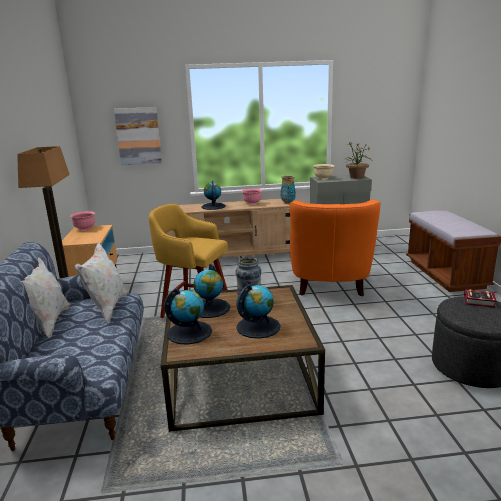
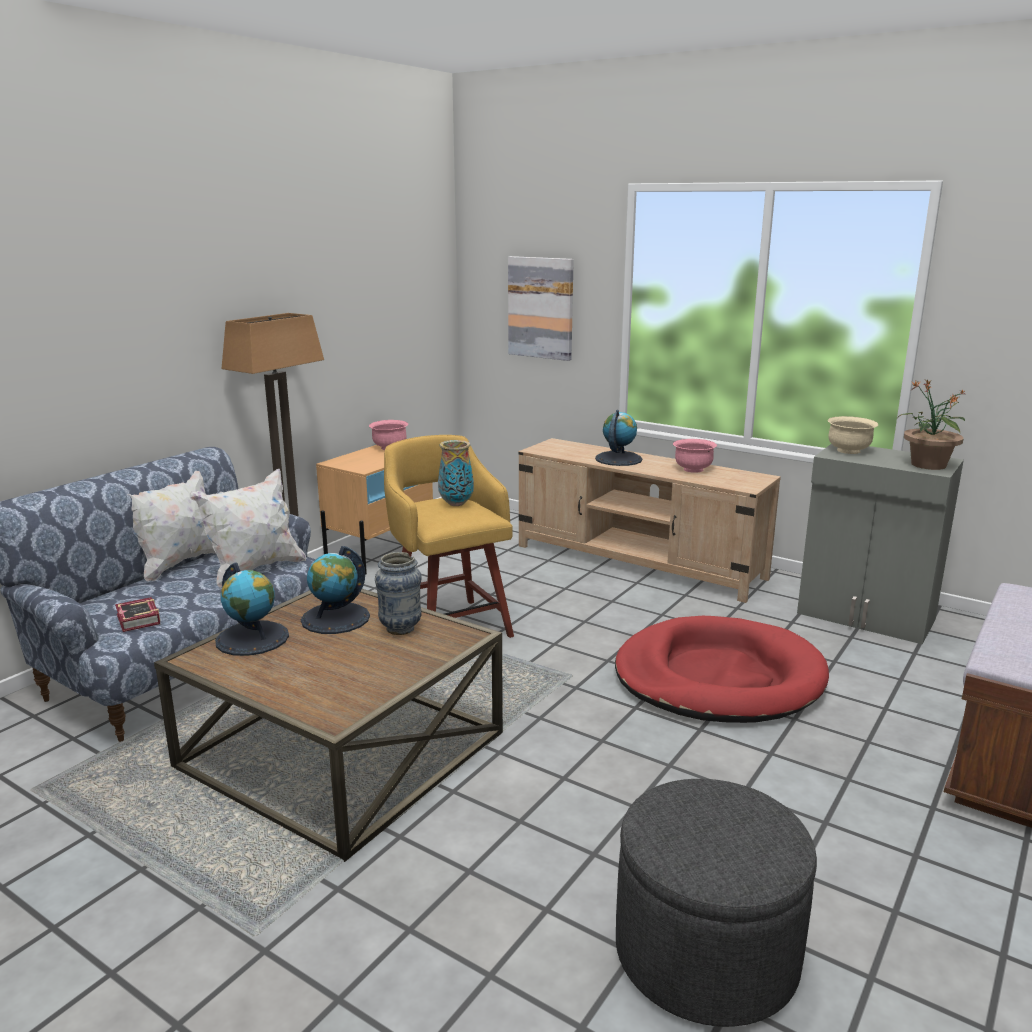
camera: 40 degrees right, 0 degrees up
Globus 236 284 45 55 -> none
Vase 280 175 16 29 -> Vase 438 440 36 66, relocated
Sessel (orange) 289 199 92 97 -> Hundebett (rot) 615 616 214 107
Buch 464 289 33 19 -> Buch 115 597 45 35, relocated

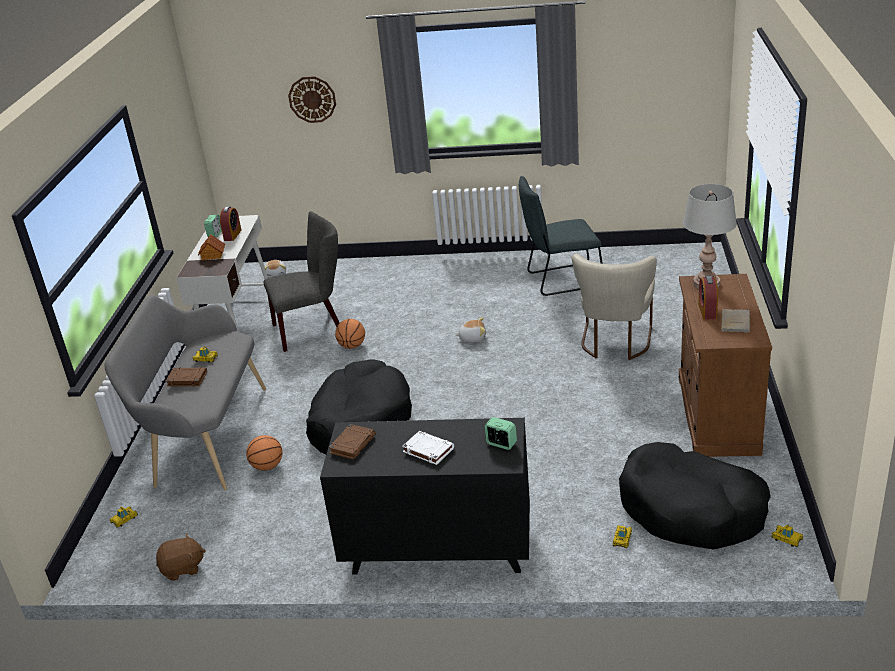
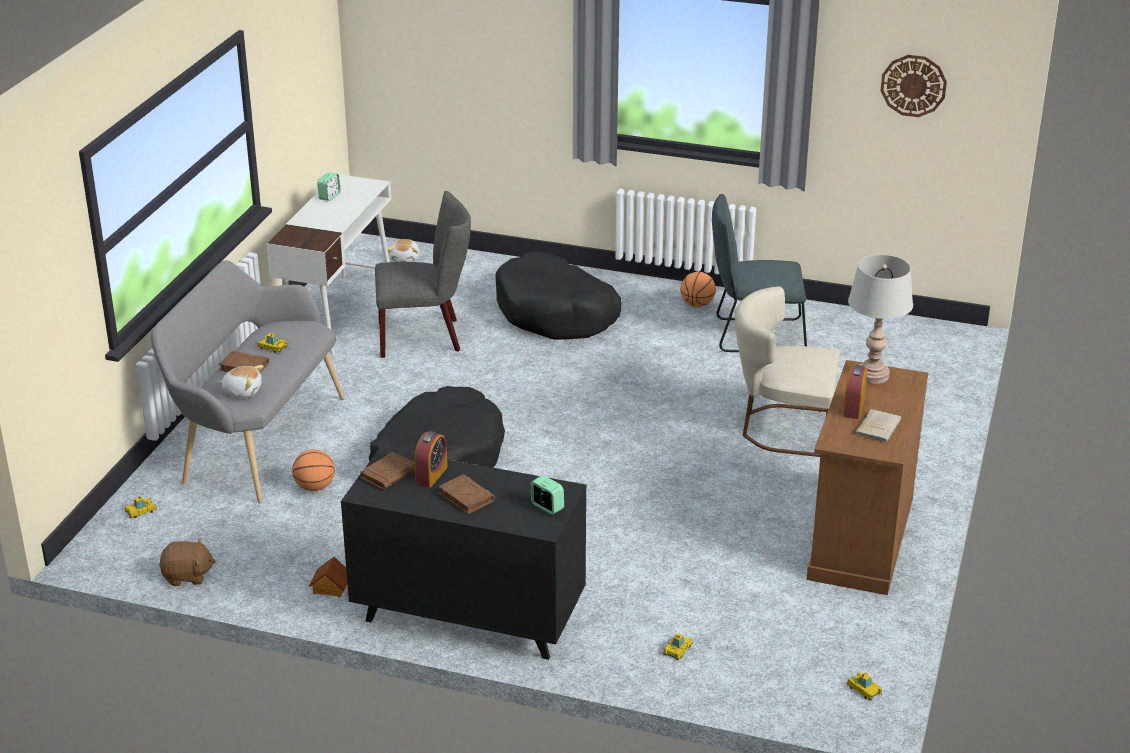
camera: 10 degrees right, 0 degrees up
Spielzeughaus 198 234 27 26 -> Spielzeughaus 309 556 38 41, relocated
Wecker 220 206 21 35 -> Wecker 414 431 34 57, relocated
Wanduhr 288 76 48 47 -> Wanduhr 880 55 67 62, relocated
Basketball 335 319 30 30 -> Basketball 680 272 36 35, relocated
Buch (weiß) 402 431 52 34 -> Buch (braun) 438 474 57 40
Plüschtier 455 317 31 26 -> Plüschtier 218 365 46 33, relocated
Stuhl (beige) 572 254 85 106 -> Stuhl (beige) 735 286 105 171, 75 degrees clockwise
Hundebett (schwarz) 619 442 152 108 -> Hundebett (schwarz) 495 252 127 88, relocated

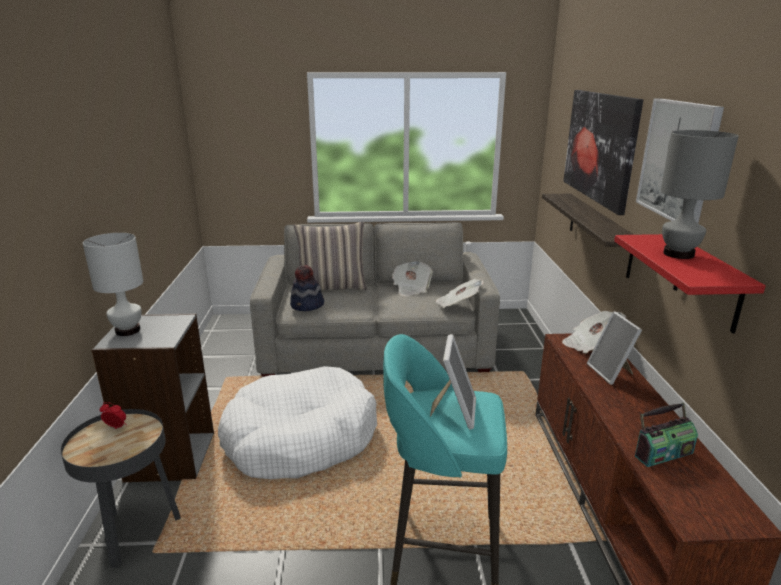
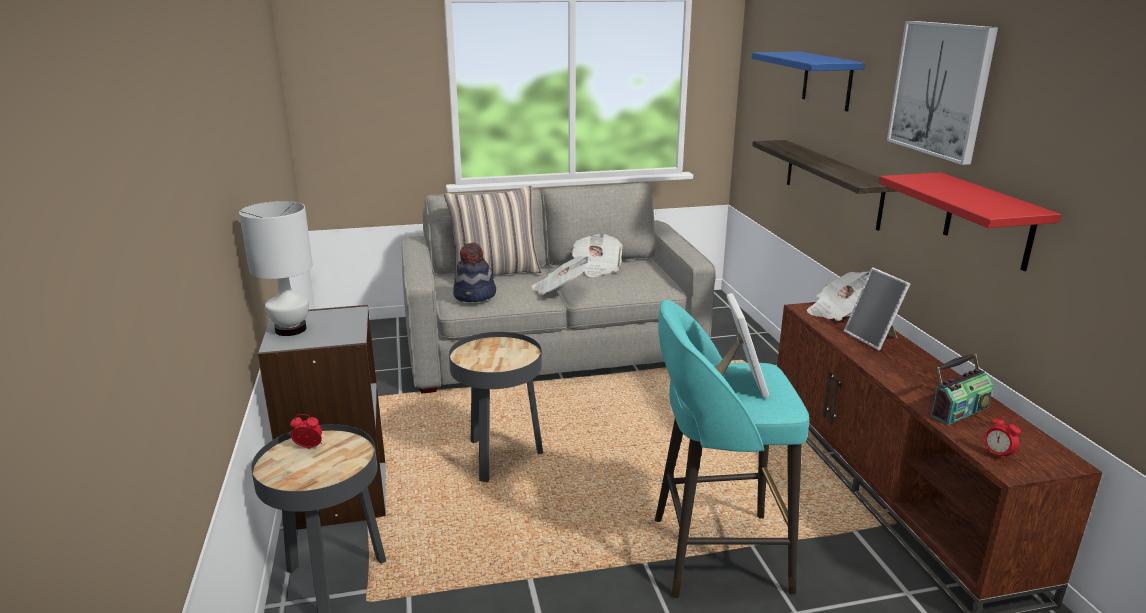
camera: 10 degrees left, 0 degrees up
Hundebett (weiß) 218 366 159 113 -> Beistelltisch (schwarz) 449 332 94 150
Zeitung 436 279 48 29 -> Zeitung 531 256 60 39, relocated
Bild 563 90 80 125 -> Wandregal (blau) 752 52 113 60
Tischlampe (grau) 660 130 79 129 -> none
none -> Wecker 983 414 38 48

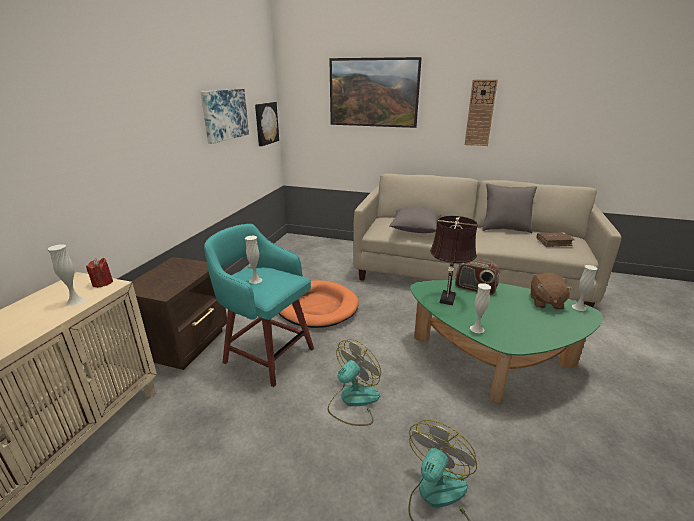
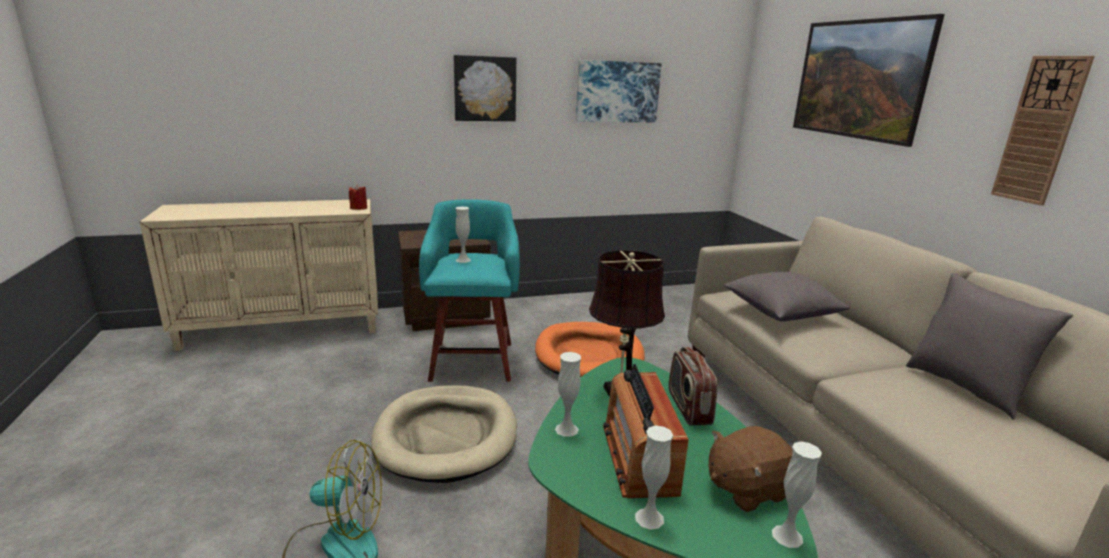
camera: 55 degrees right, 5 degrees down
Vase (weiß) 48 244 37 62 -> Vase (weiß) 635 426 38 104, relocated
Bild 255 102 24 44 -> Bild 454 55 62 66, relocated
Ventilator 328 339 53 87 -> Hundebett (beige) 371 385 146 98
Buch (braun) 536 232 39 15 -> none
none -> Radio 603 364 86 134

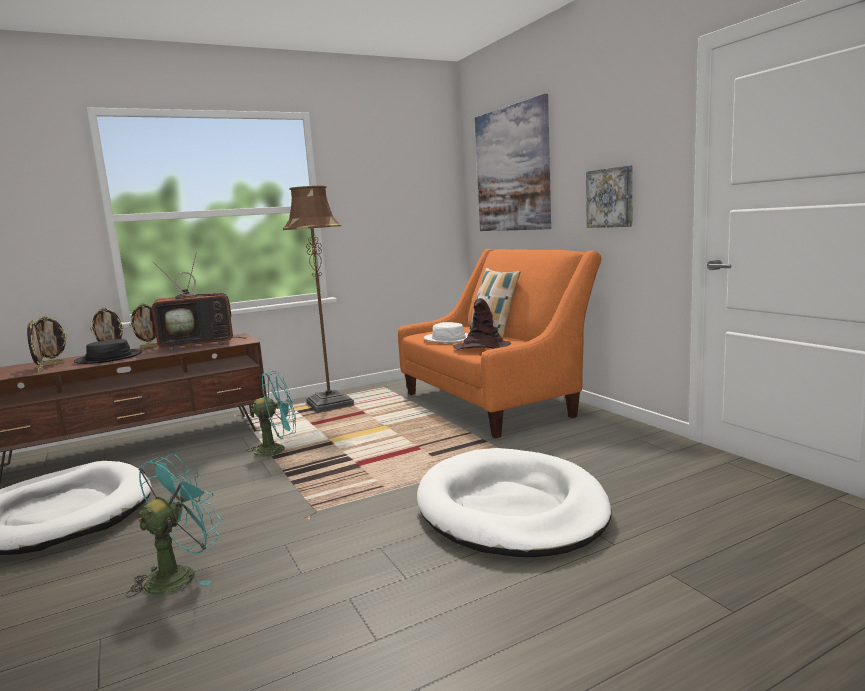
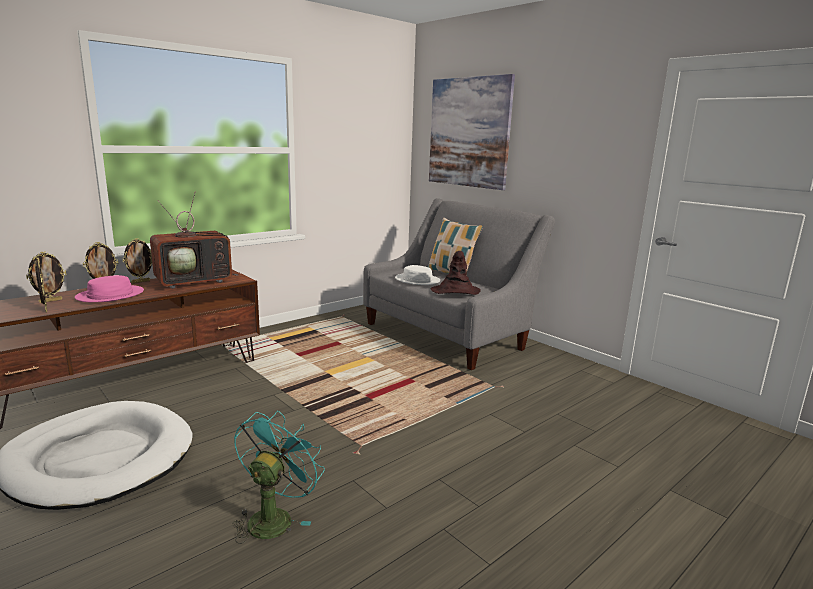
camera: 15 degrees left, 5 degrees up
Hut (schwarz) 74 339 69 25 -> Hut (rosa) 75 275 69 27
Ventilator (türkis) 246 371 50 86 -> none
Stehlampe (braun) 283 186 71 226 -> none
Sofa (orange) 398 249 204 189 -> Sofa (grau) 363 198 192 172
Hundebett (weiß) 417 448 195 109 -> none
Bild 586 165 47 63 -> none

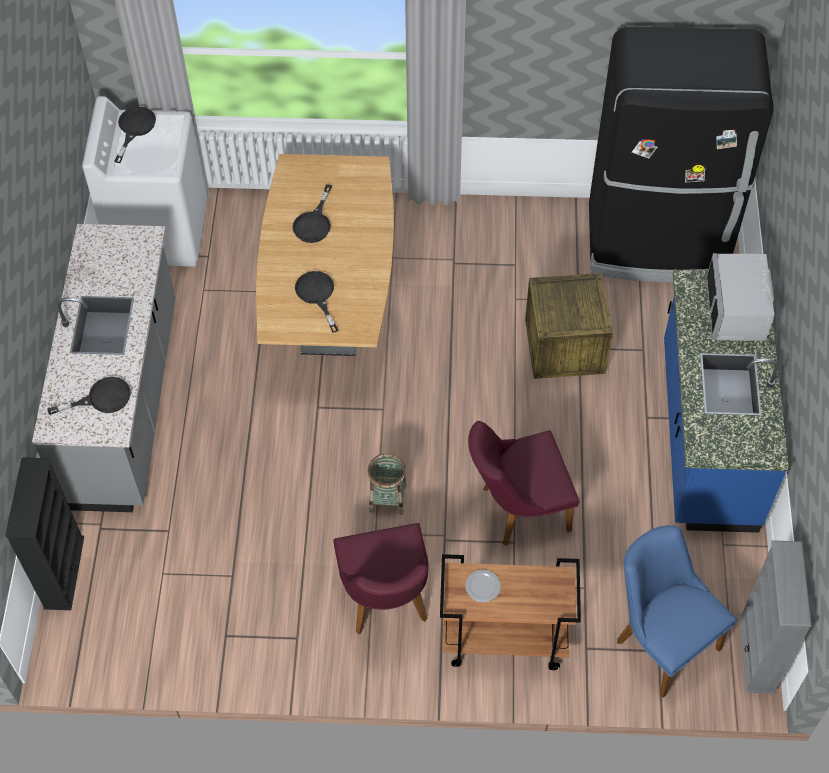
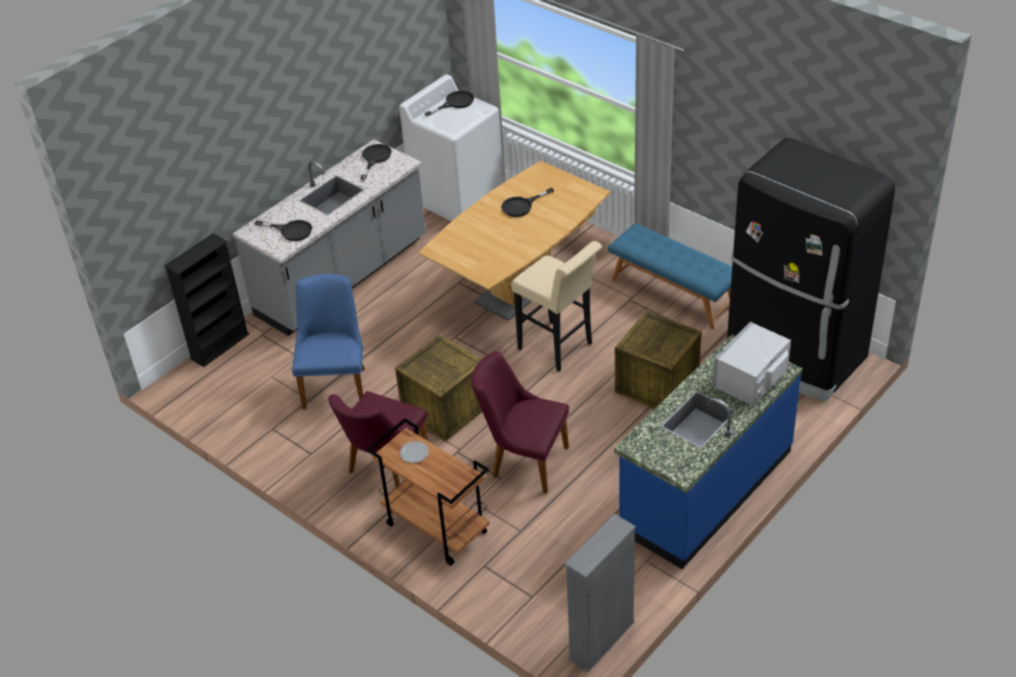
camera: 40 degrees right, 15 degrees down
Pfanne (schwarz) 295 271 43 62 -> Pfanne (schwarz) 360 144 32 36, relocated
Korb 367 453 39 62 -> Kiste 395 334 87 107
Stuhl (blau) 617 525 120 173 -> Stuhl (blau) 292 274 73 136, relocated
none -> Hocker (beige) 512 241 90 130
none -> Bank (blau) 608 224 124 105

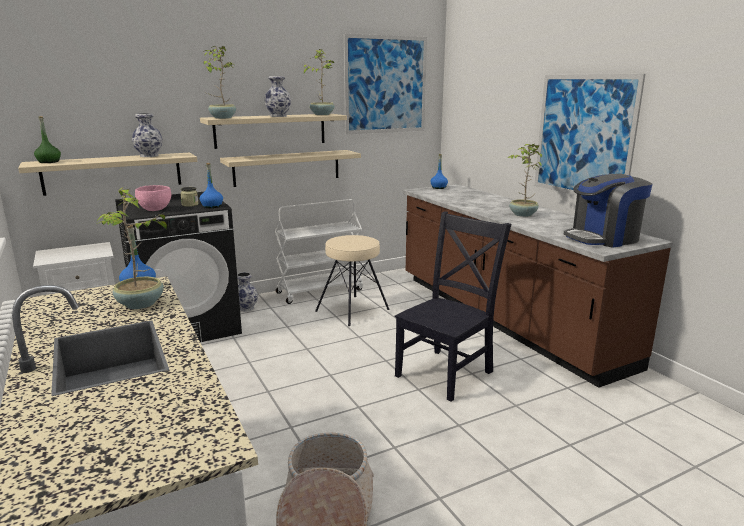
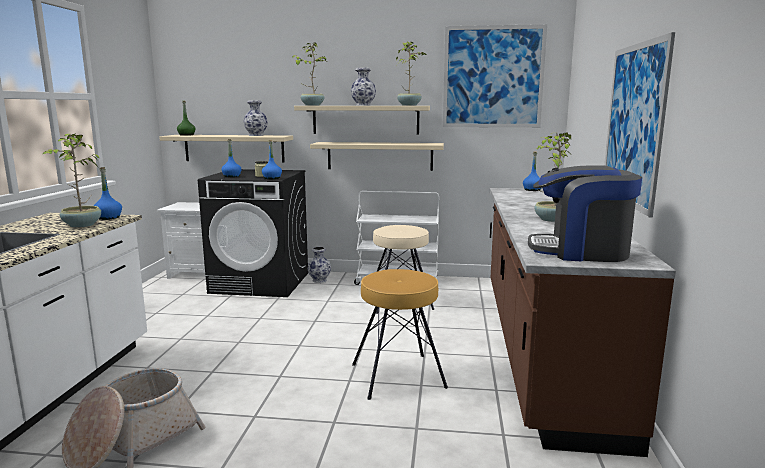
camera: 35 degrees right, 5 degrees down
Schüssel (rosa) 135 185 36 26 -> Flasche (blau) 221 139 21 38
Stuhl (schwarz) 395 211 116 191 -> Hocker (braun) 352 269 96 131

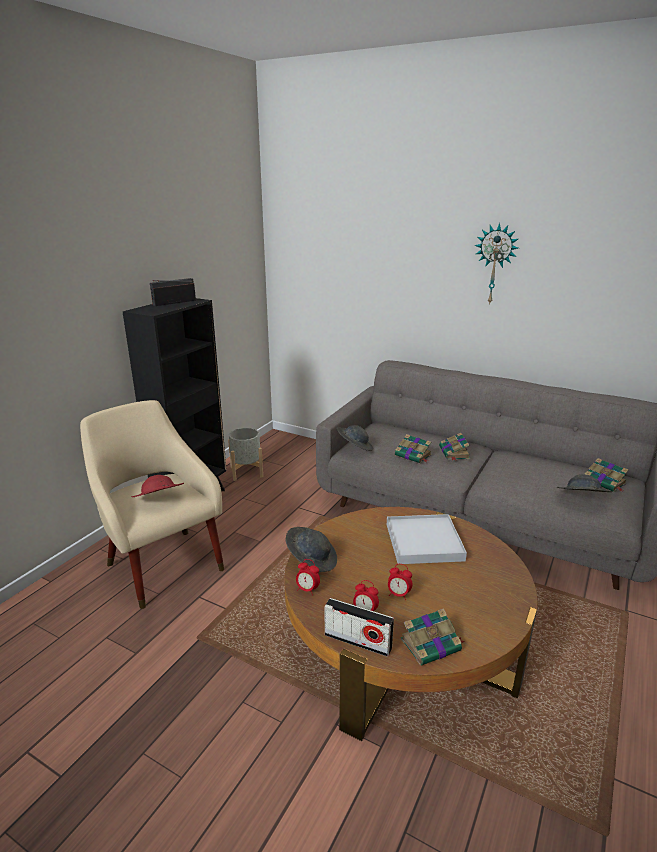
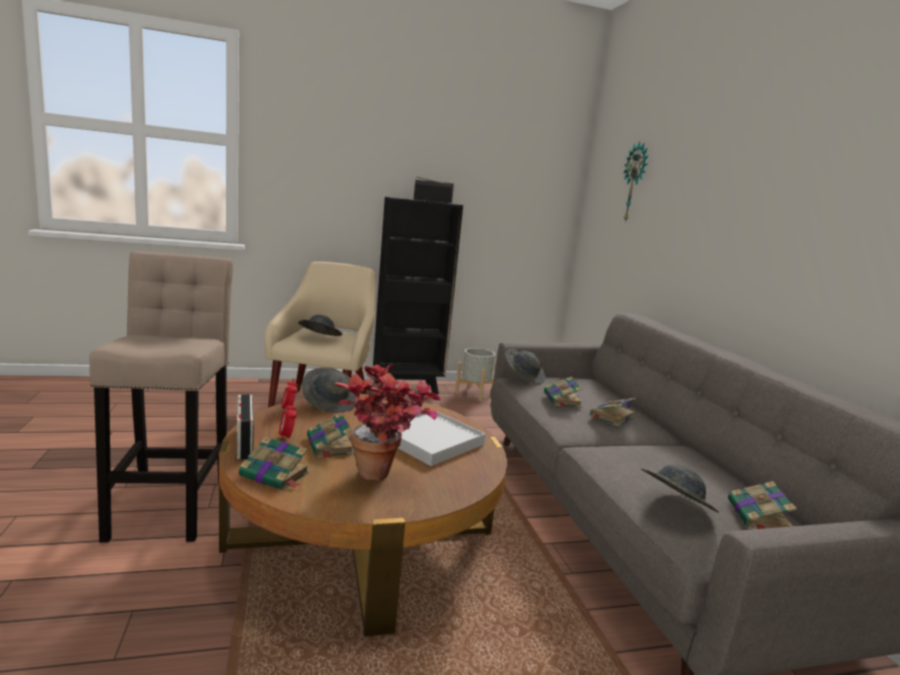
camera: 45 degrees right, 10 degrees down
Hut (rot) 131 475 53 22 -> Hut (grau) 298 315 44 21
Wecker 388 564 24 36 -> Buch 307 412 47 47
Wanduhr 474 223 44 82 -> Wanduhr 624 141 25 82, relocated
none -> Hocker (beige) 89 251 144 292
none -> Topfpflanze 335 364 105 117

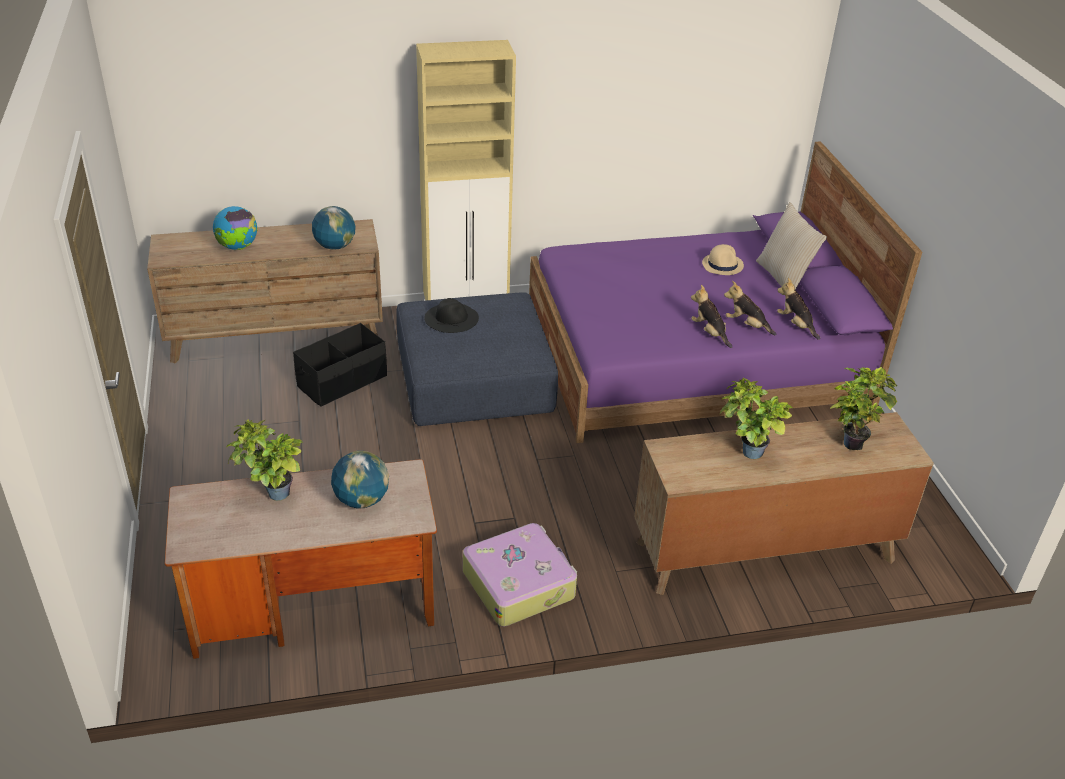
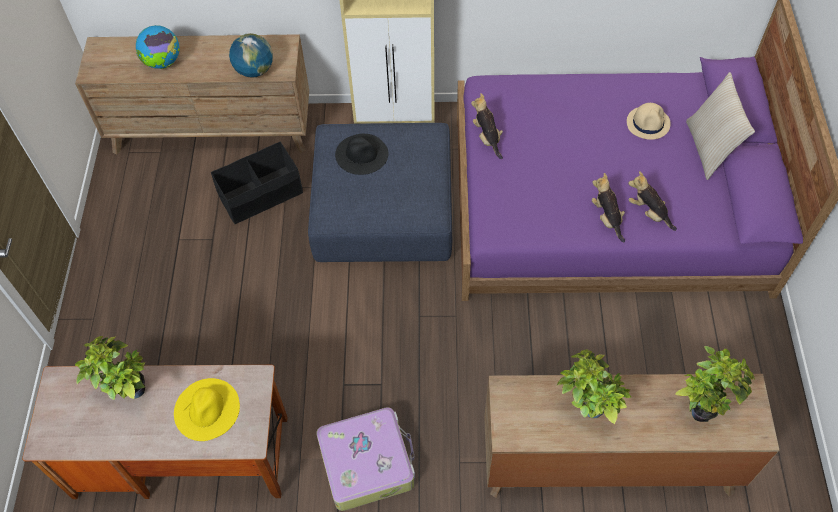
camera: 15 degrees right, 20 degrees up
Globus 331 451 58 58 -> Hut (gelb) 174 378 66 63
Plüschtier 777 278 43 62 -> Plüschtier 471 93 32 66, relocated

